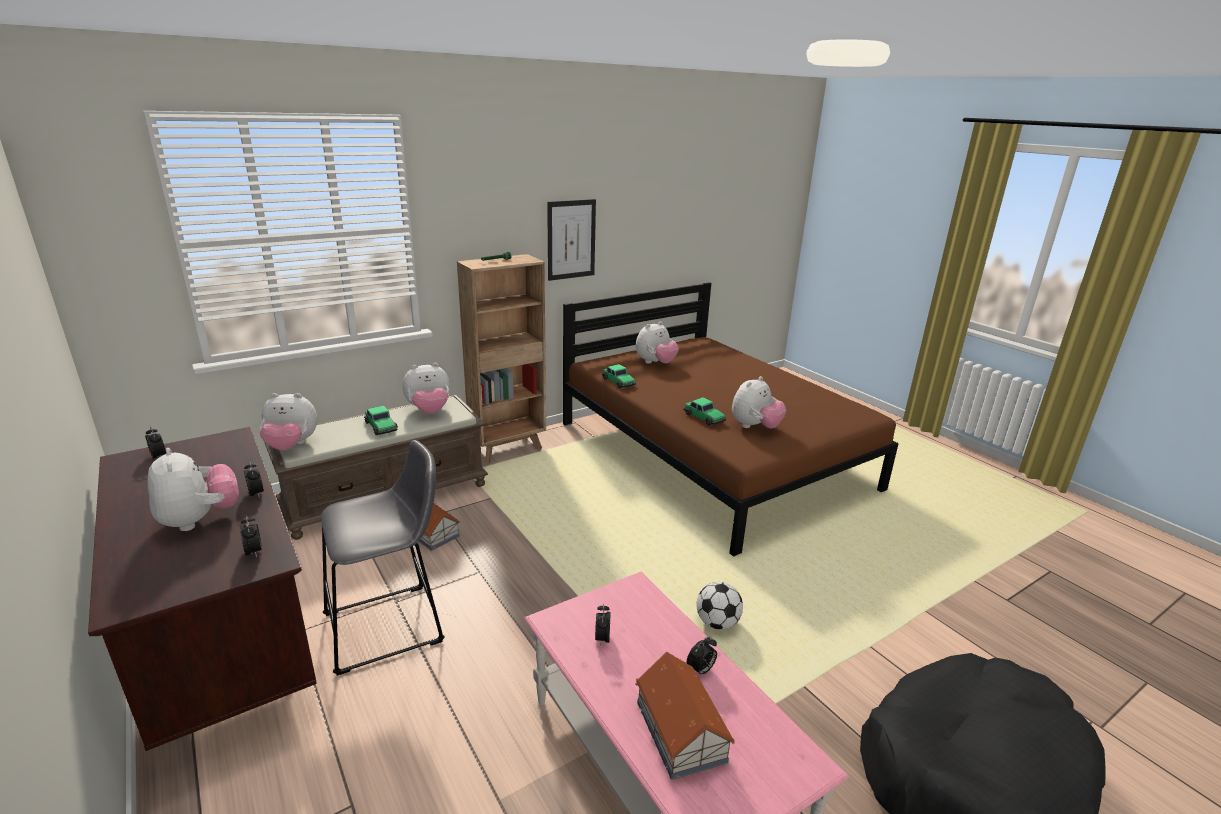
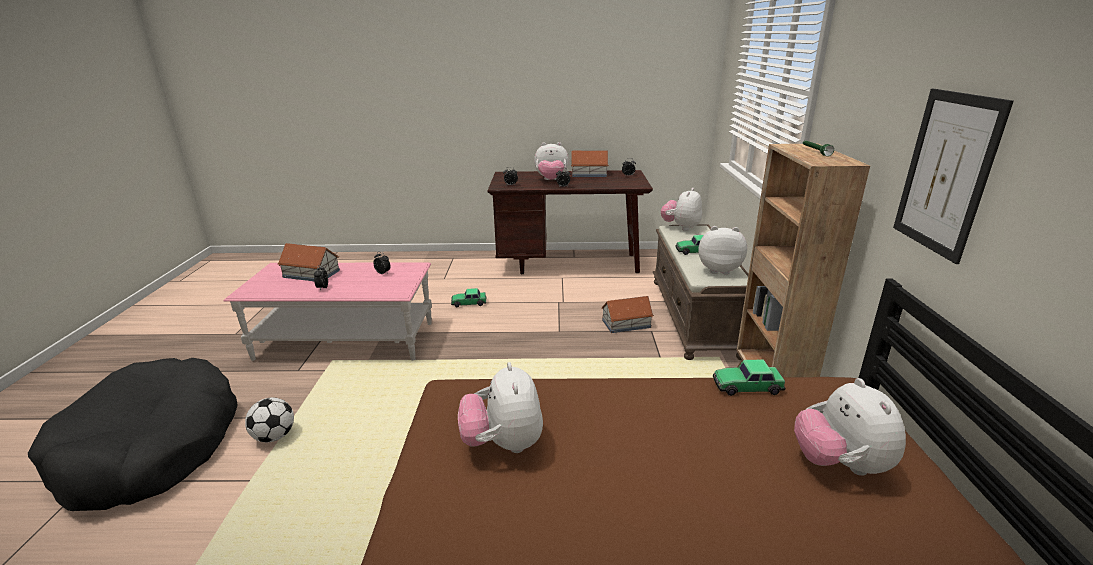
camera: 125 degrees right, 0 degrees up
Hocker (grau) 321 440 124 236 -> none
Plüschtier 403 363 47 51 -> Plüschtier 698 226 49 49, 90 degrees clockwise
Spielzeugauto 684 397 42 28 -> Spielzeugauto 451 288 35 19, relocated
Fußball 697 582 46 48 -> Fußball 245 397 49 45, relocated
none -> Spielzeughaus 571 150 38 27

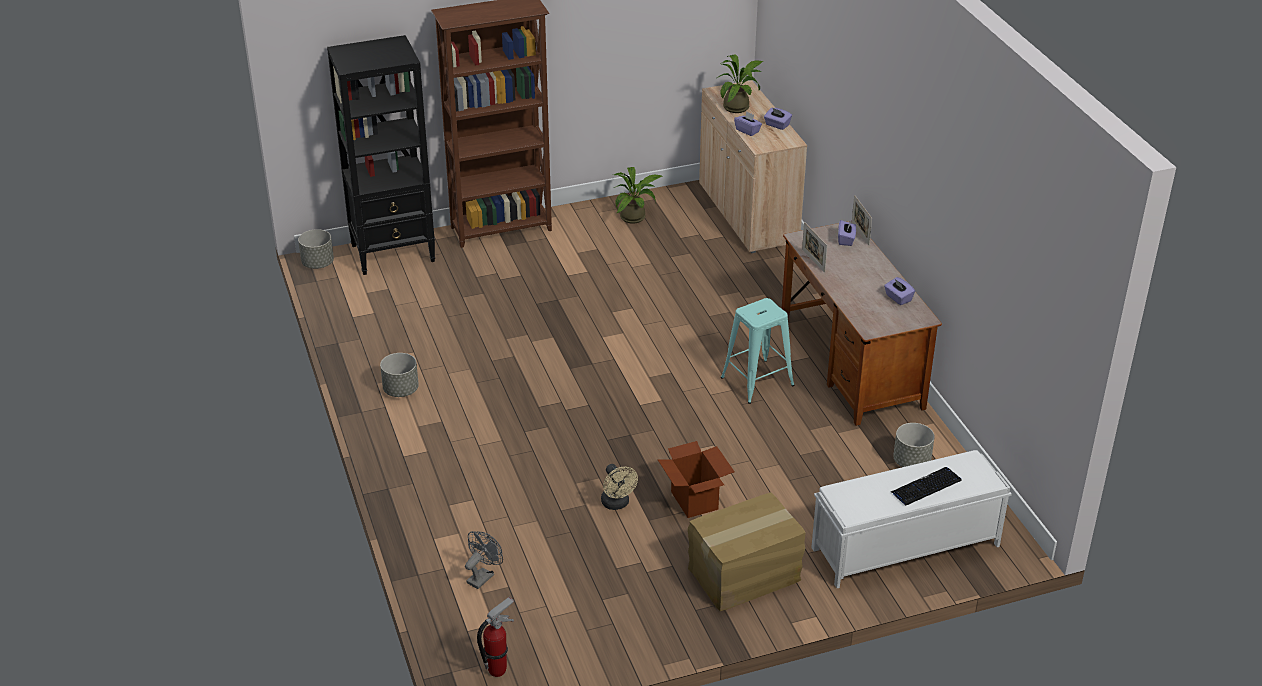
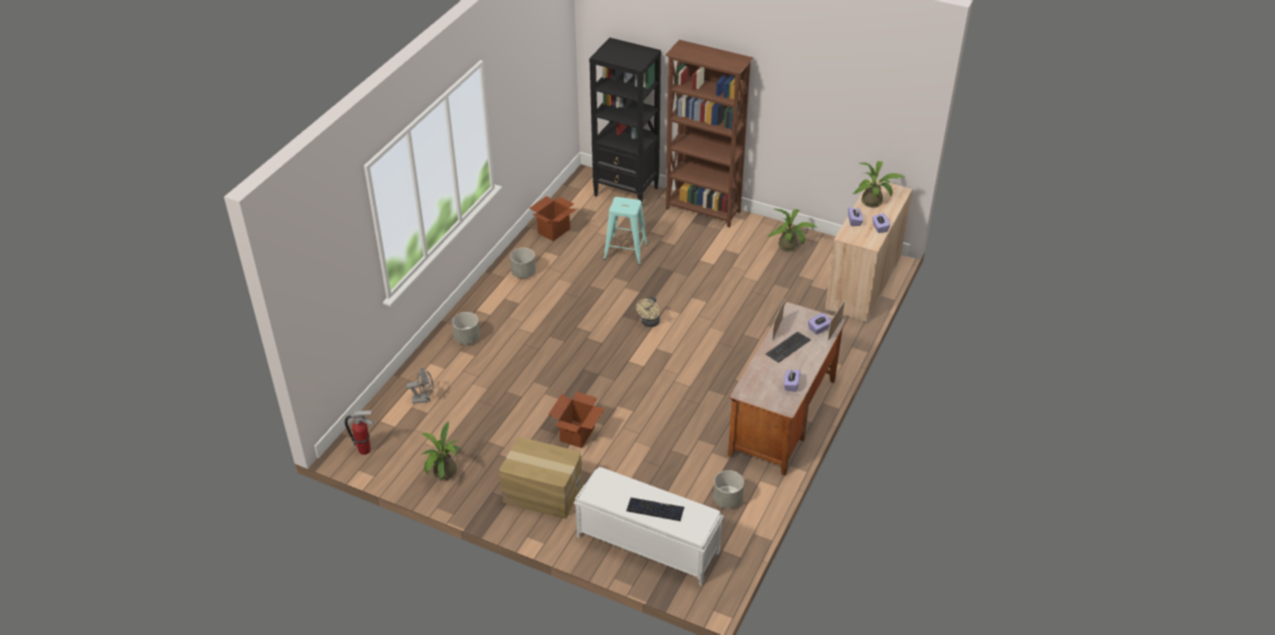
camera: 45 degrees right, 5 degrees up
Pflanzkübel (grau) 298 229 36 40 -> Pflanzkübel (grau) 452 312 28 33, relocated
Ventilator (beige) 601 464 37 46 -> Ventilator (beige) 636 297 24 30, relocated
Hocker (türkis) 721 298 74 106 -> Hocker (türkis) 603 197 45 68, relocated
none -> Topfpflanze 422 422 40 58
none -> Karton 530 196 46 45
none -> Tastatur 766 331 45 32

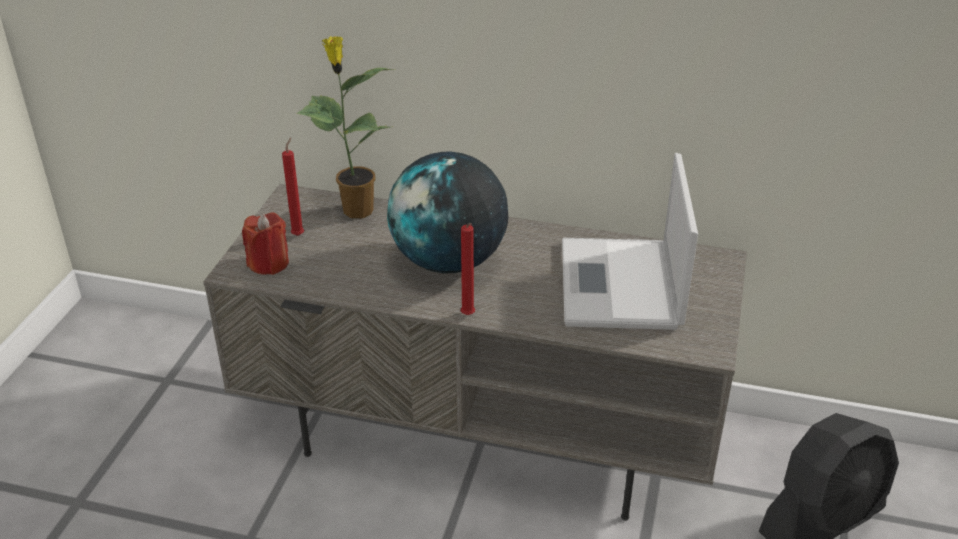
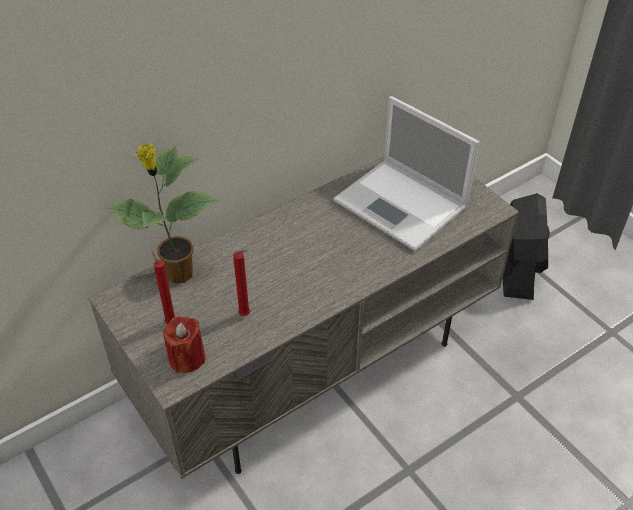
camera: 50 degrees left, 10 degrees up
Globus 387 152 121 121 -> none
Kerze (rot) 461 223 14 92 -> Kerze (rot) 233 250 17 66, relocated

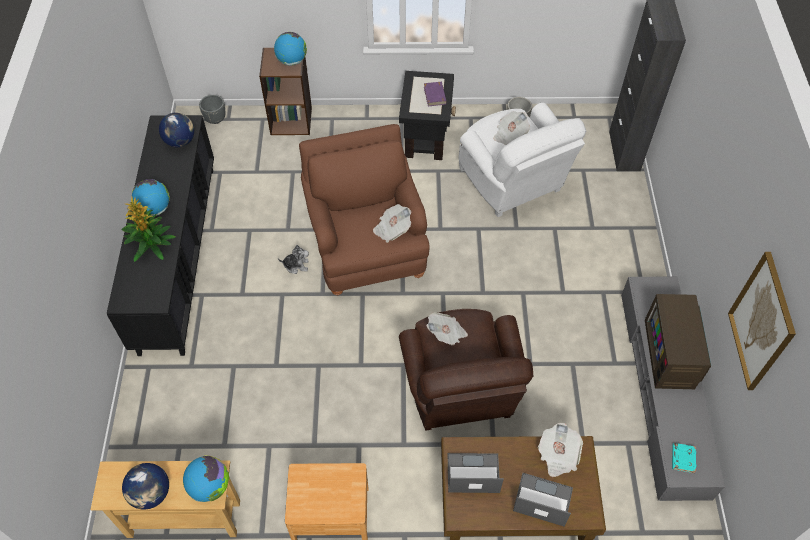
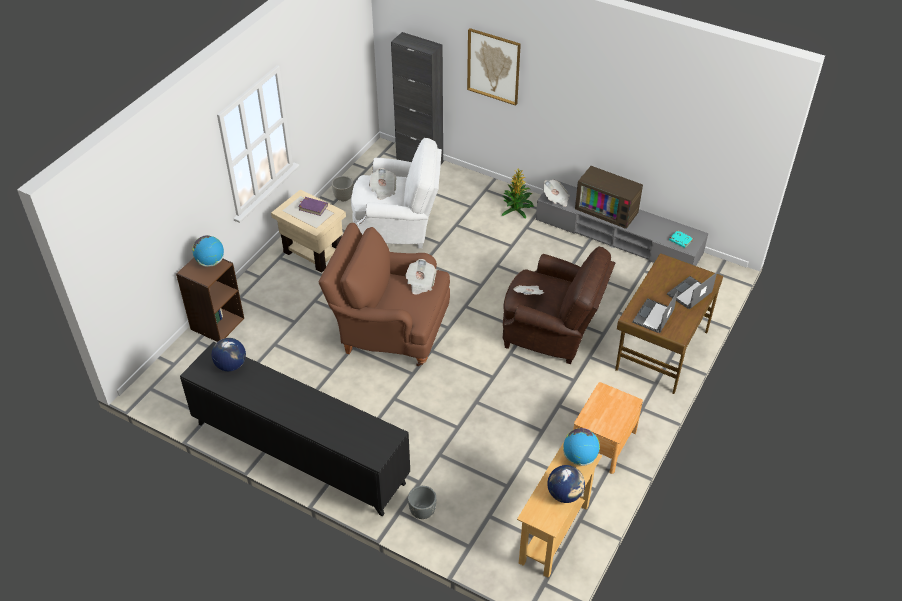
camera: 60 degrees left, 10 degrees down
Topfpflanze 121 197 54 65 -> Topfpflanze 502 168 32 51, relocated
Globus 132 179 38 37 -> none
Pflanzkübel (grau) 199 95 26 29 -> Pflanzkübel (grau) 408 486 29 33, relocated
Plüschtier 278 245 31 29 -> none
Beistelltisch (schwarz) 399 71 57 89 -> Beistelltisch (beige) 271 189 75 84
Zeitung 538 423 45 54 -> Zeitung 543 180 27 27, relocated
Bild 728 252 68 138 -> Bild 467 28 54 78, relocated

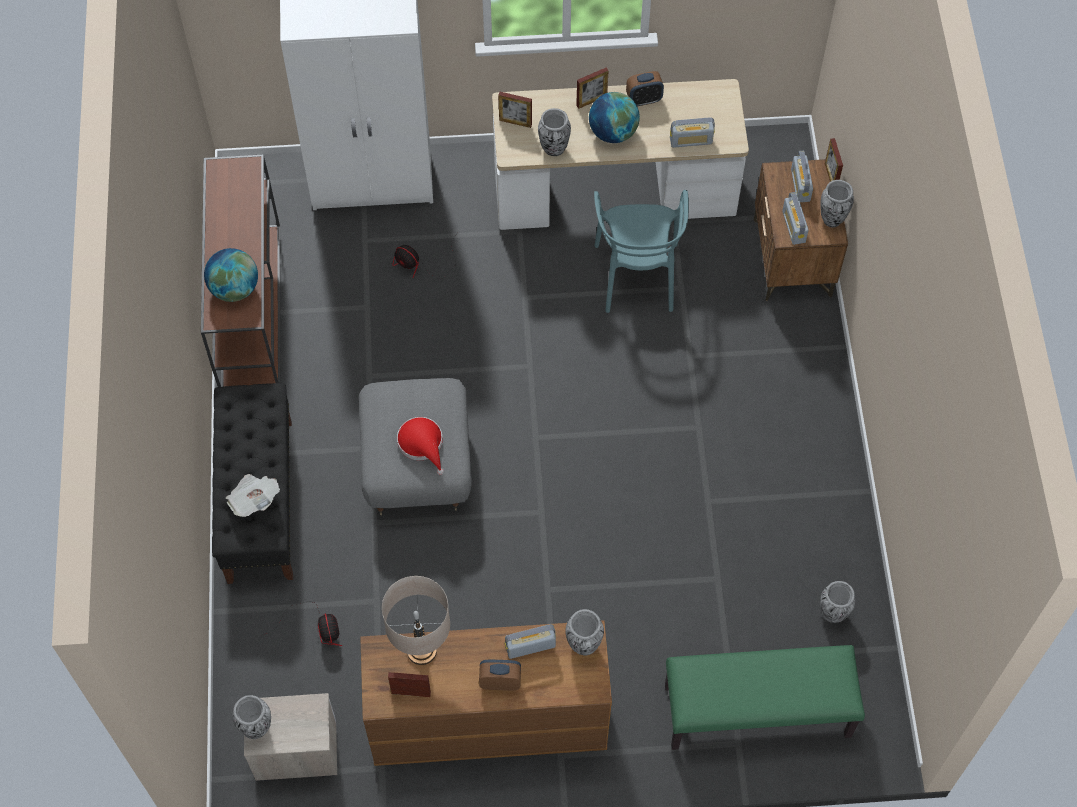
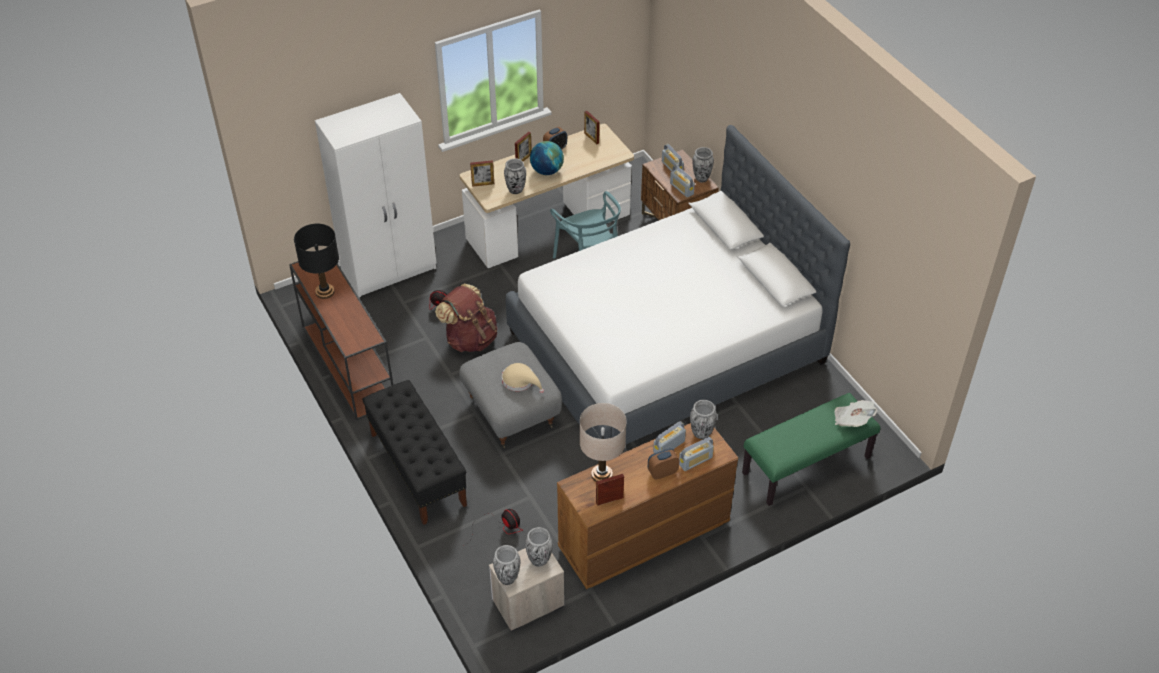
camera: 25 degrees left, 15 degrees down
Globus 204 248 54 54 -> none
Zeitung 226 474 54 43 -> Zeitung 834 400 43 27, relocated
Hut (rot) 397 417 47 58 -> Hut (beige) 502 363 42 30
Radio 670 118 45 30 -> Radio 679 437 35 34, relocated
Vase 820 581 36 42 -> Vase 525 527 28 40, relocated
Bilderrahmen 825 138 18 44 -> Bilderrahmen 584 111 16 33, relocated
none -> Tischlampe (schwarz) 294 224 45 75
none -> Rucksack (braun) 435 284 63 68
none -> Bett (weiß) 506 125 344 319

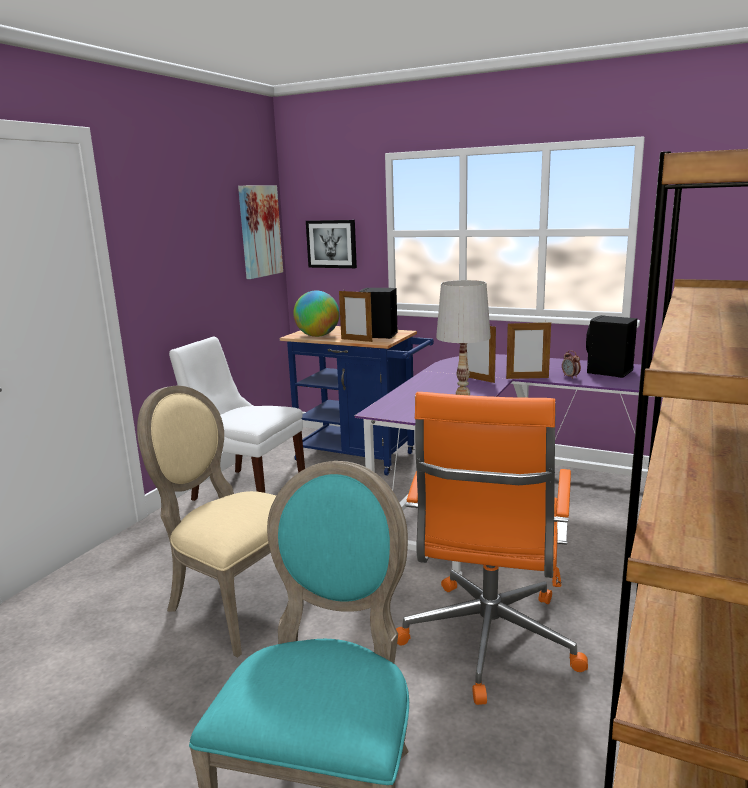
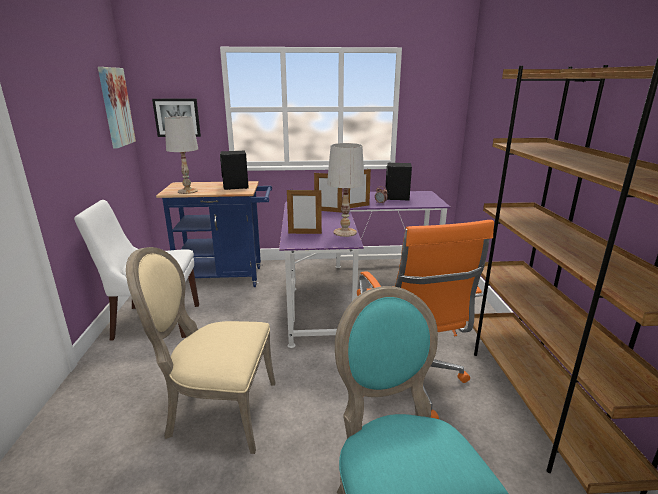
camera: 30 degrees left, 5 degrees up
Globus 293 291 46 46 -> Tischlampe (weiß) 165 116 33 78
Bilderrahmen 339 289 33 53 -> Bilderrahmen 287 188 35 46, relocated

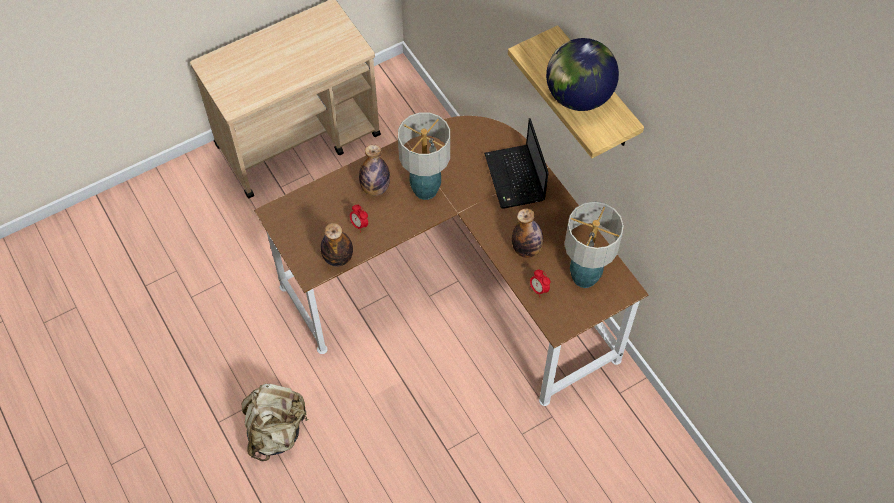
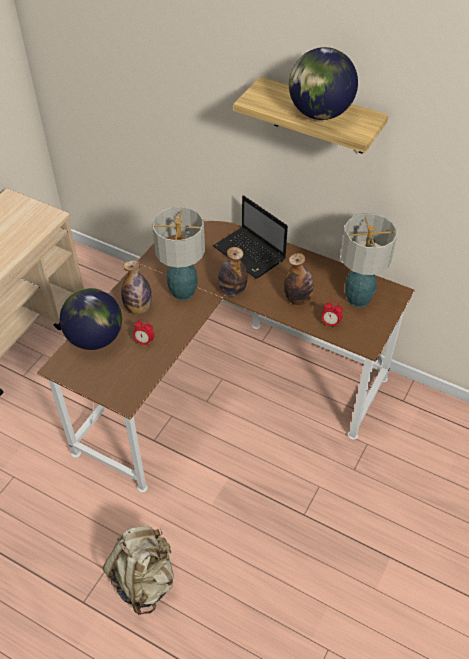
camera: 30 degrees left, 10 degrees down
Flasche 320 223 33 44 -> Flasche 218 247 29 50, relocated
none -> Globus 60 288 62 62

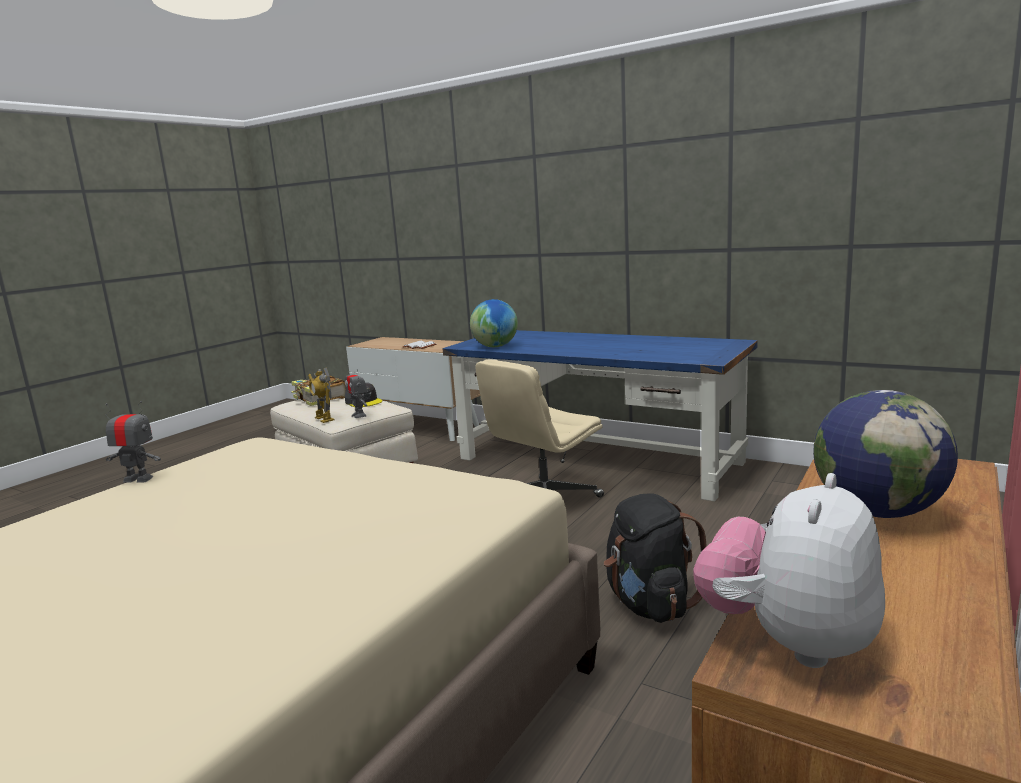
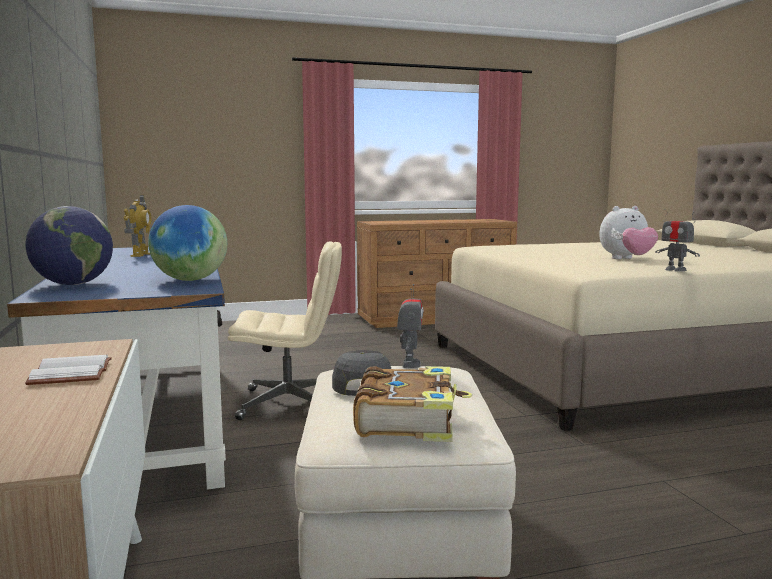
camera: 140 degrees left, 5 degrees down
Spielzeugroboter 308 368 26 55 -> Spielzeugroboter 123 195 29 62, relocated
Rucksack (schwarz) 604 494 103 129 -> none
Plüschtier 693 473 192 195 -> Plüschtier 599 206 59 53, relocated
Globus 813 390 145 128 -> Globus 26 206 87 79, relocated

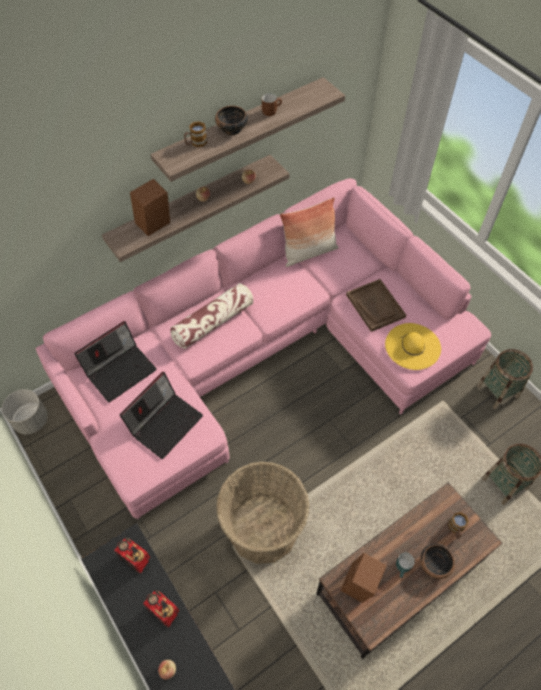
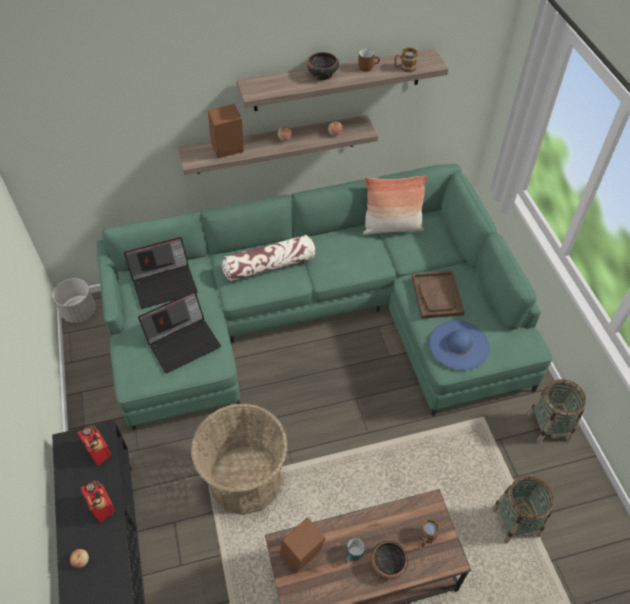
camera: 20 degrees right, 5 degrees down
Sofa (rosa) 35 178 456 341 -> Sofa (grün) 97 164 455 266
Henkelbecher 184 121 23 26 -> Henkelbecher 395 47 23 25, relocated
Hut (gelb) 385 323 56 47 -> Hut (blau) 429 320 61 50

